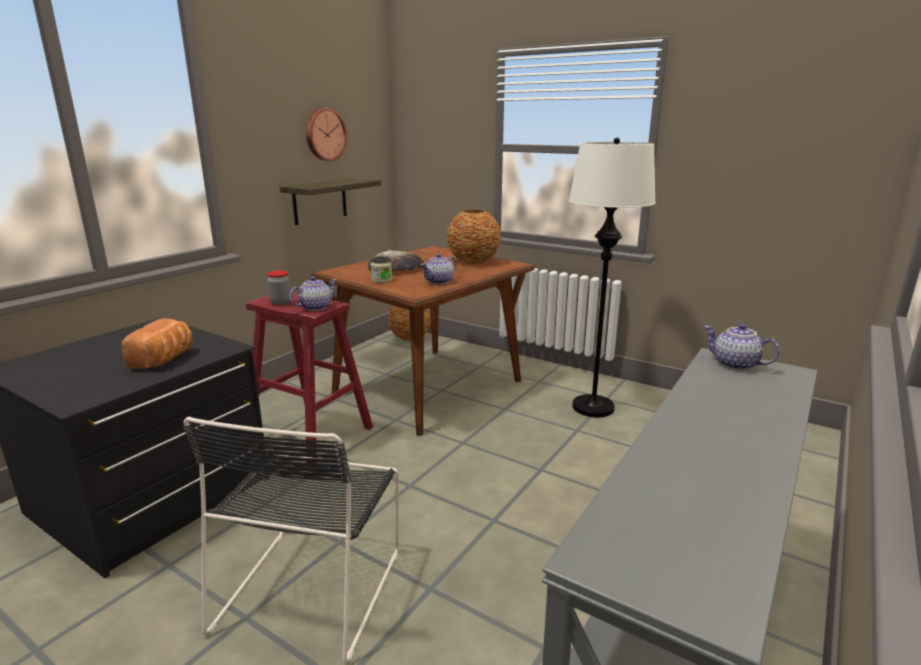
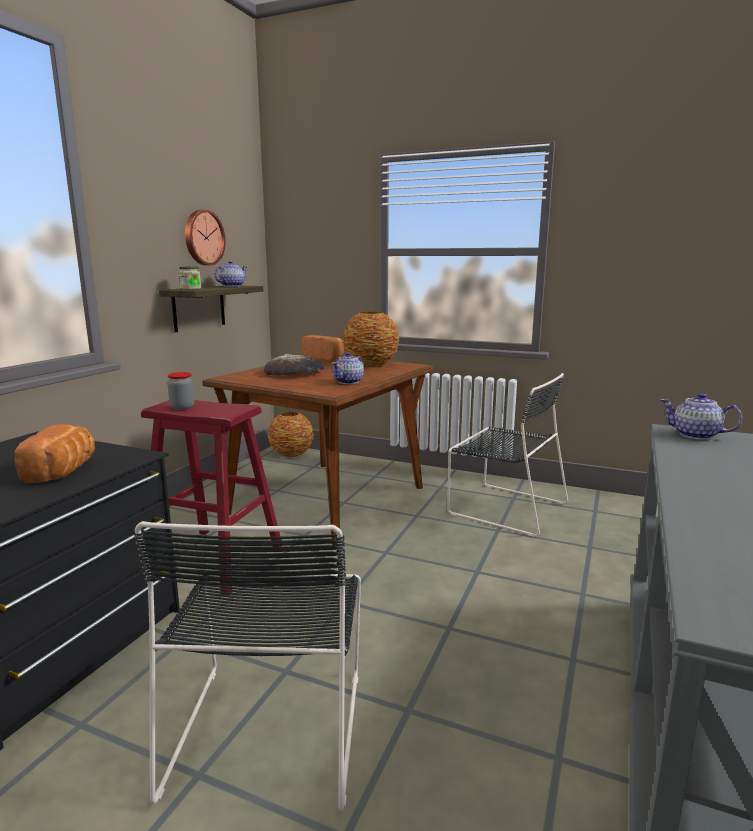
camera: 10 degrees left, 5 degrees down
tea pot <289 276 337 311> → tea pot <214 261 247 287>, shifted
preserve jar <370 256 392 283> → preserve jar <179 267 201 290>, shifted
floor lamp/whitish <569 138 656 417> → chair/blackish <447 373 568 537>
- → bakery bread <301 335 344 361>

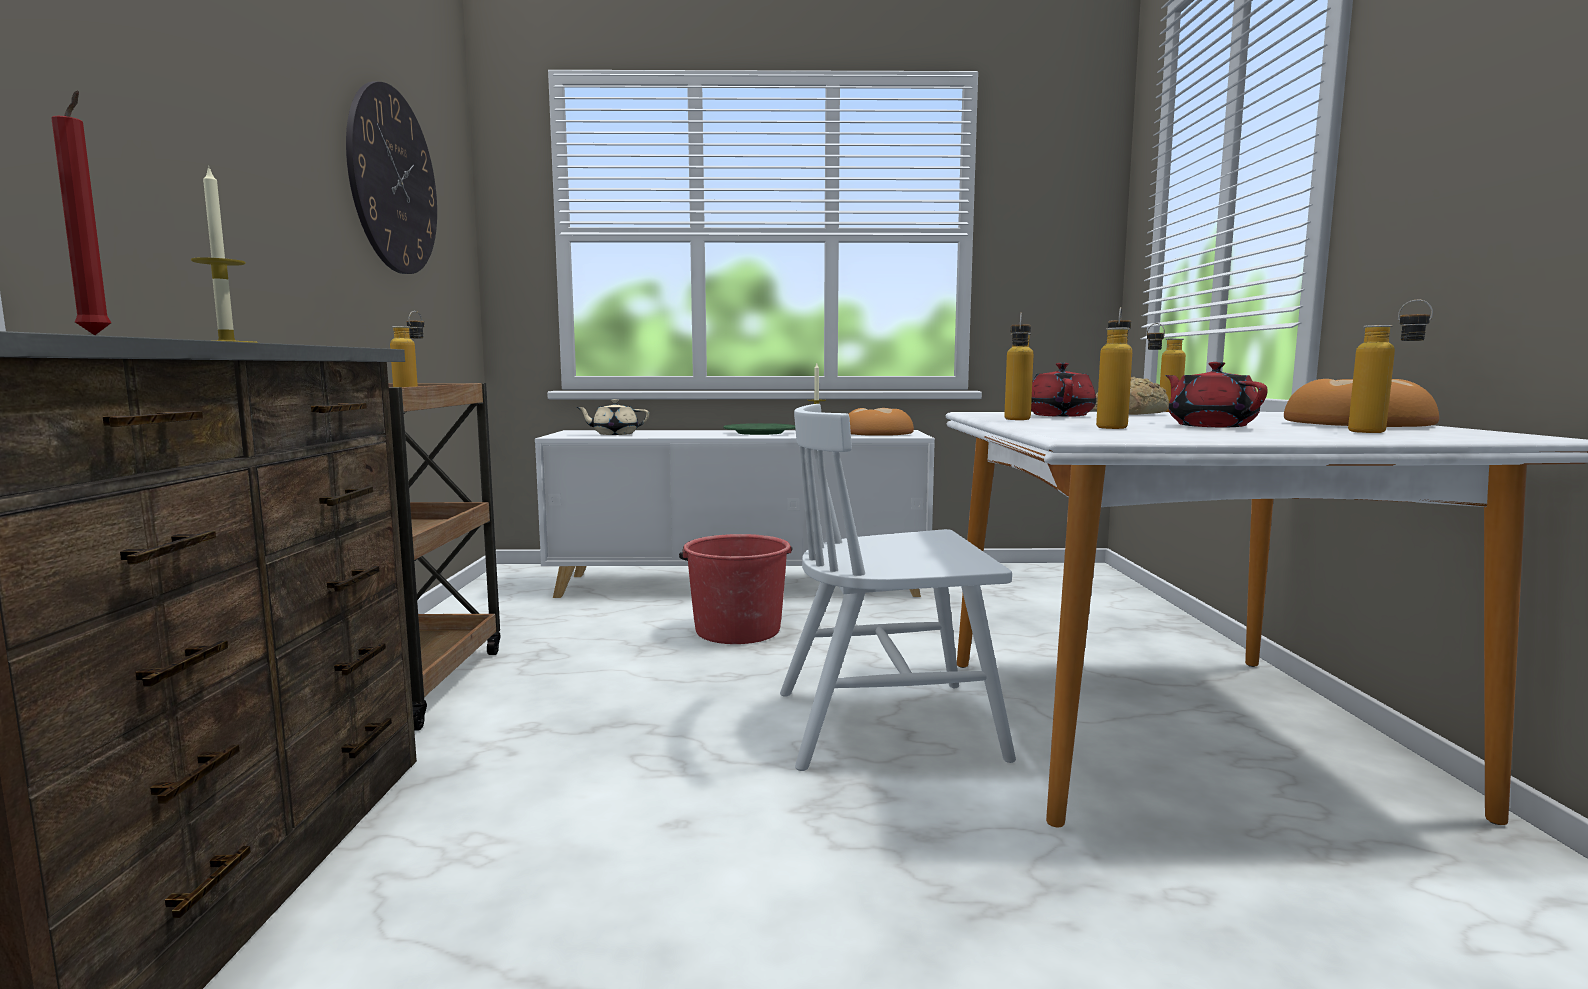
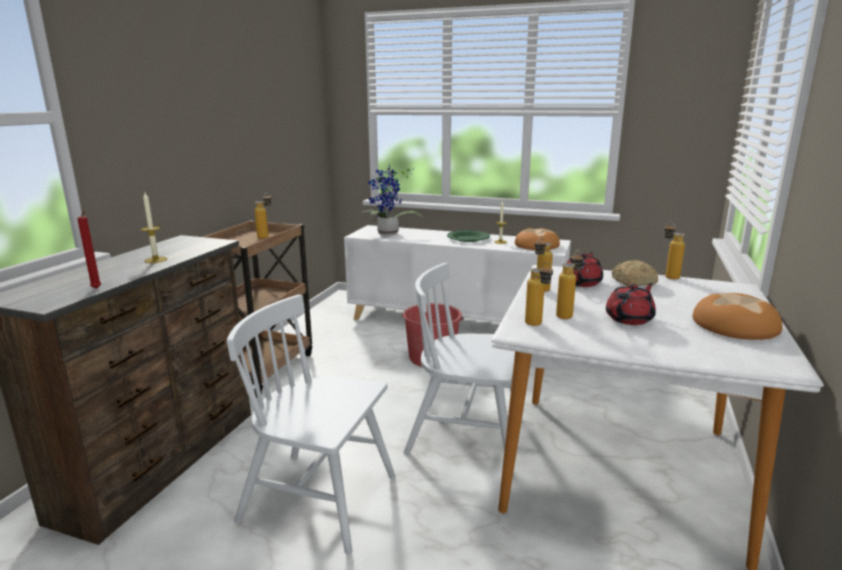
camera: 20 degrees right, 10 degrees up
clock on the wall <346 82 437 274> → -
tea pot/beige <576 399 649 435> → potted plant <363 165 423 235>
tea pot/reddish <1165 362 1268 427> → tea pot/reddish <606 283 656 325>, 45 degrees clockwise
bottle <1348 300 1433 433> → bottle <525 262 553 326>, shifted
- → chair/whitish <227 295 396 554>

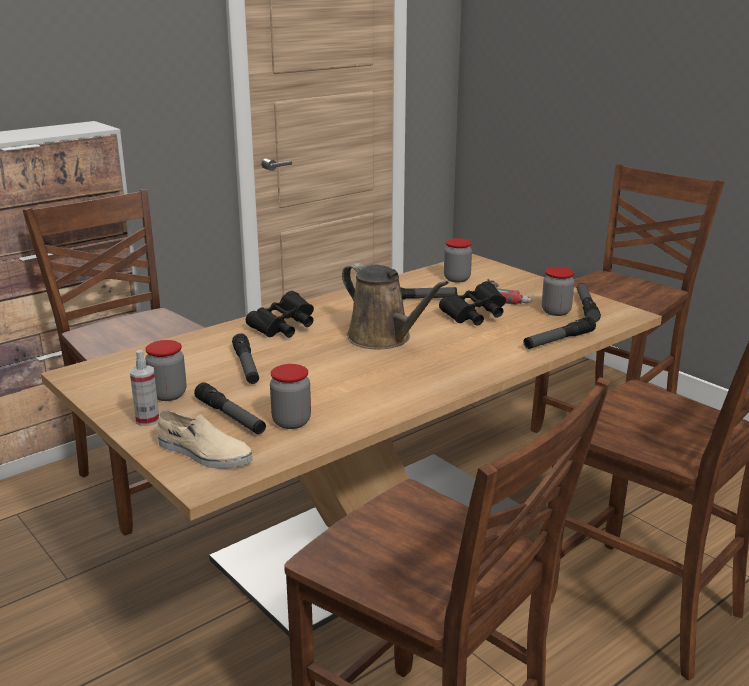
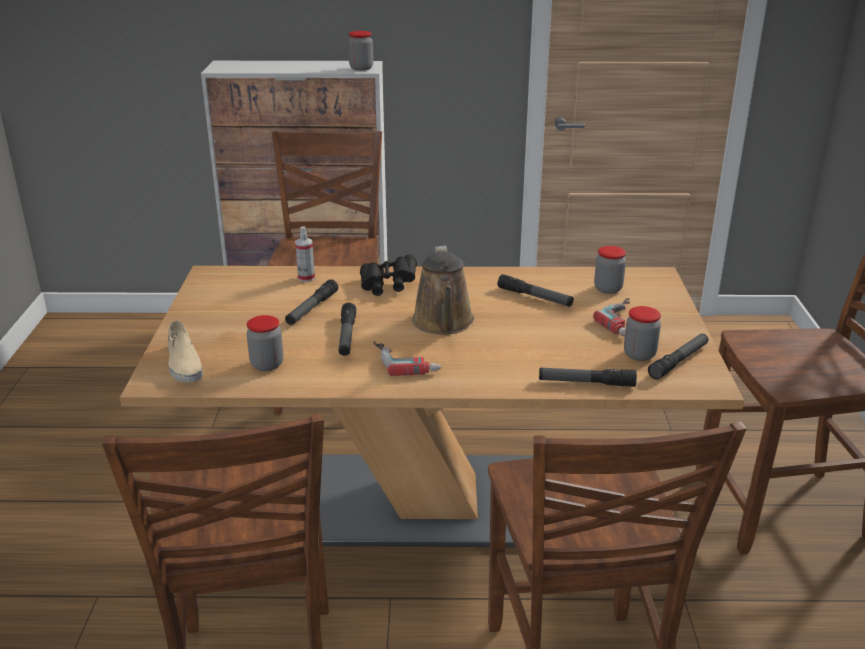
camera: 40 degrees right, 5 degrees up
hand sprayer <130 350 159 426> → hand sprayer <295 226 315 282>, shifted
preserve jar <145 340 186 401> → preserve jar <348 31 373 71>, shifted
flashlight <194 382 266 434> → flashlight <338 303 356 356>, shifted
binoculars/blackish <439 281 506 326> → -
- → drill <373 341 441 376>

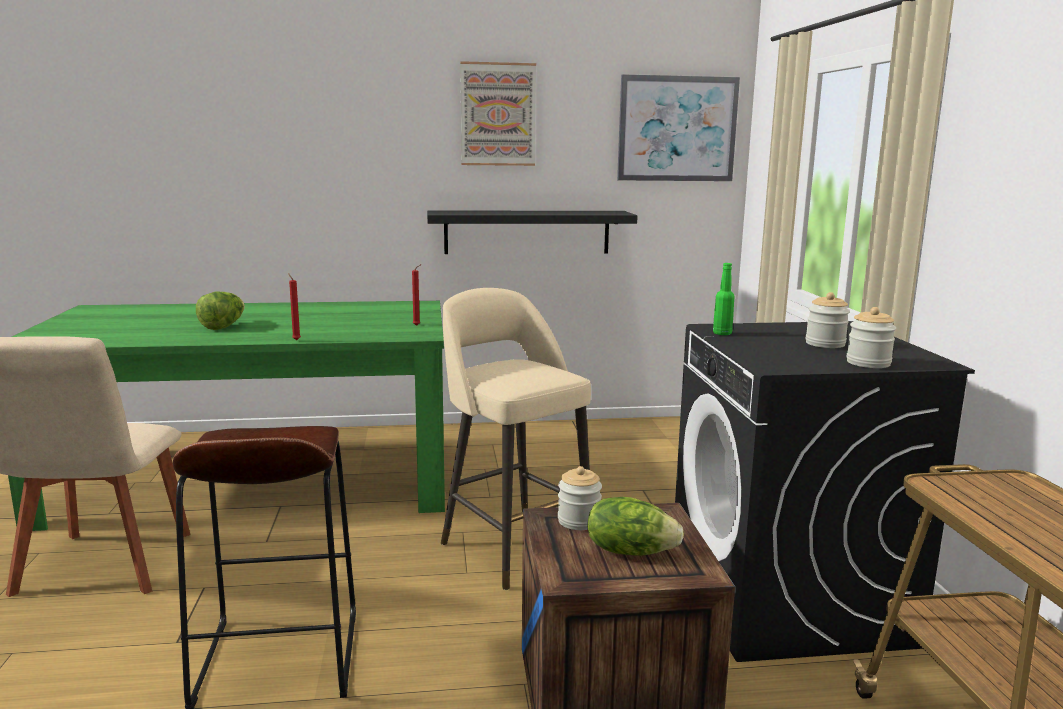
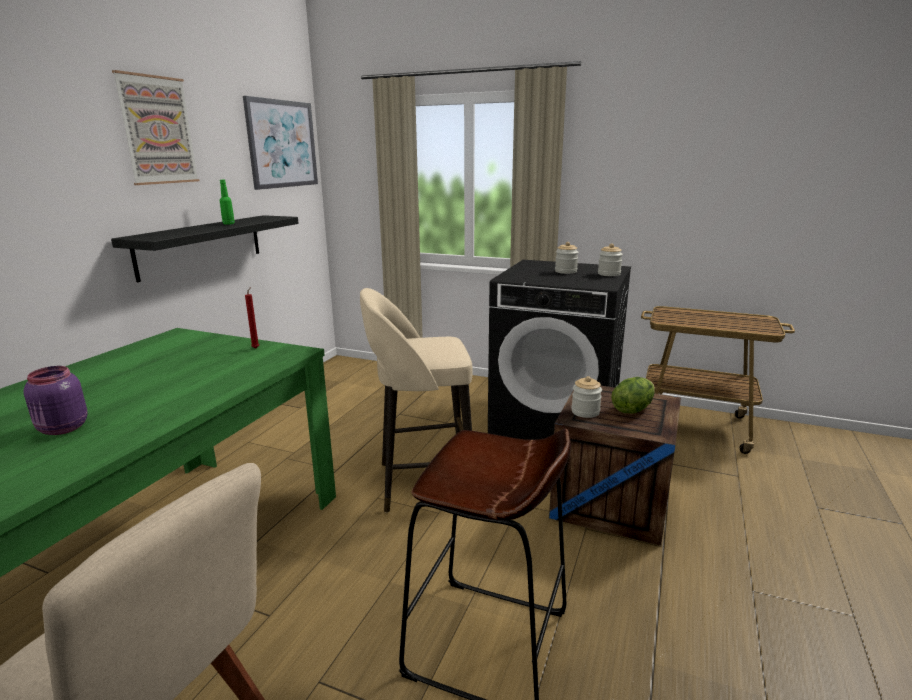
camera: 60 degrees left, 5 degrees up
lettuce <196 292 245 330> → preserve jar/purple <23 366 88 435>
candle/reddish <288 273 301 340> → -
bottle/green-coloured <713 263 735 335> → bottle/green-coloured <220 180 235 225>, shifted

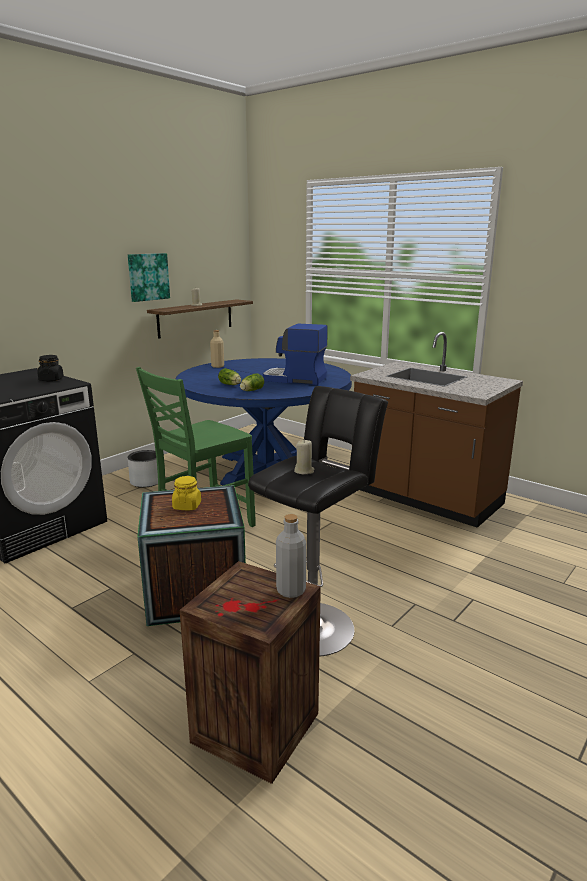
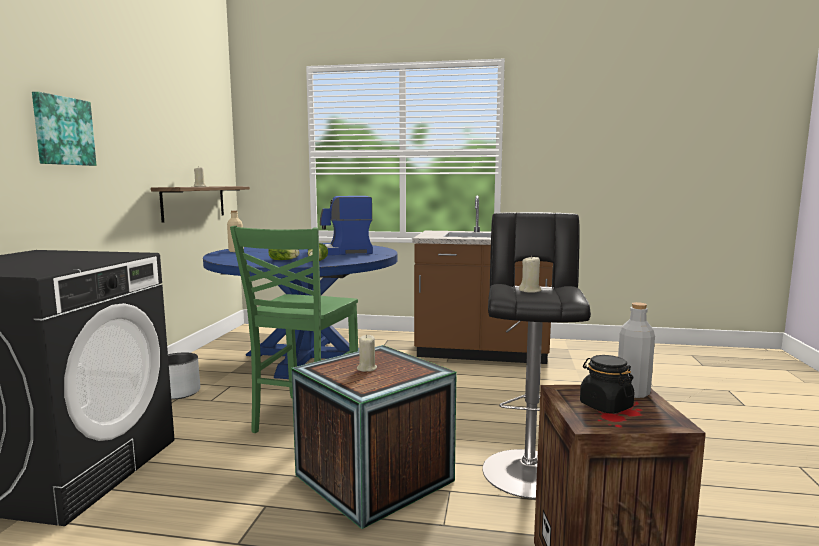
camera: 30 degrees left, 10 degrees down
preserve jar/blackish <37 355 64 381> → preserve jar/blackish <580 355 634 414>, shifted
wall art <128 253 170 302> → wall art <32 92 96 166>, shifted
preserve jar/yellow <172 476 201 510> → candle/beige <357 335 377 372>

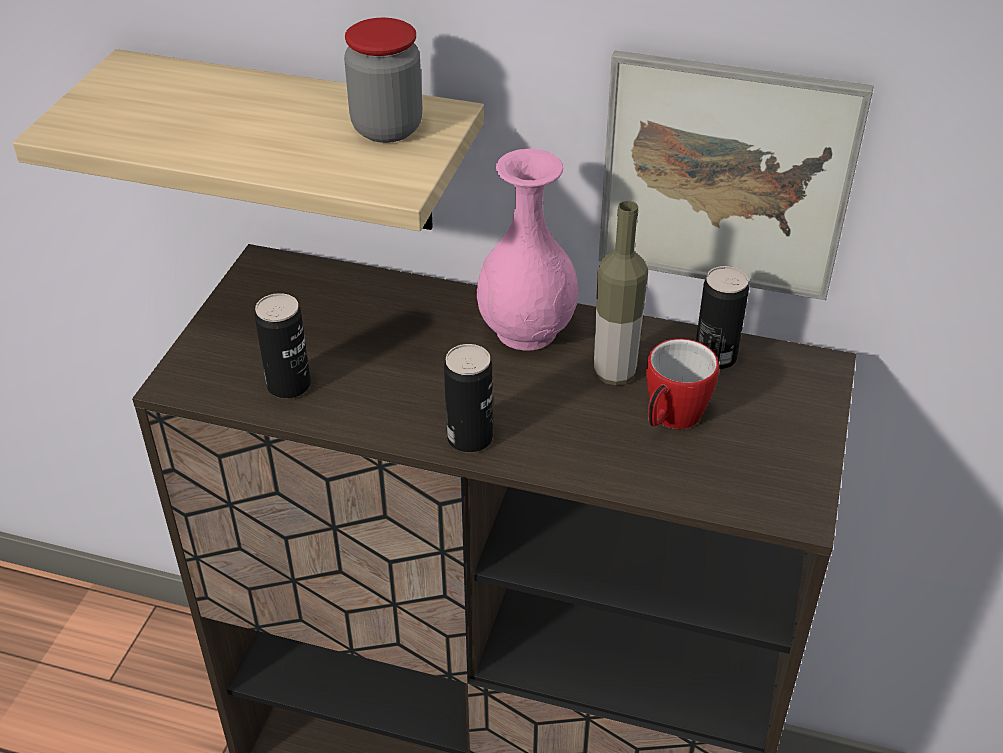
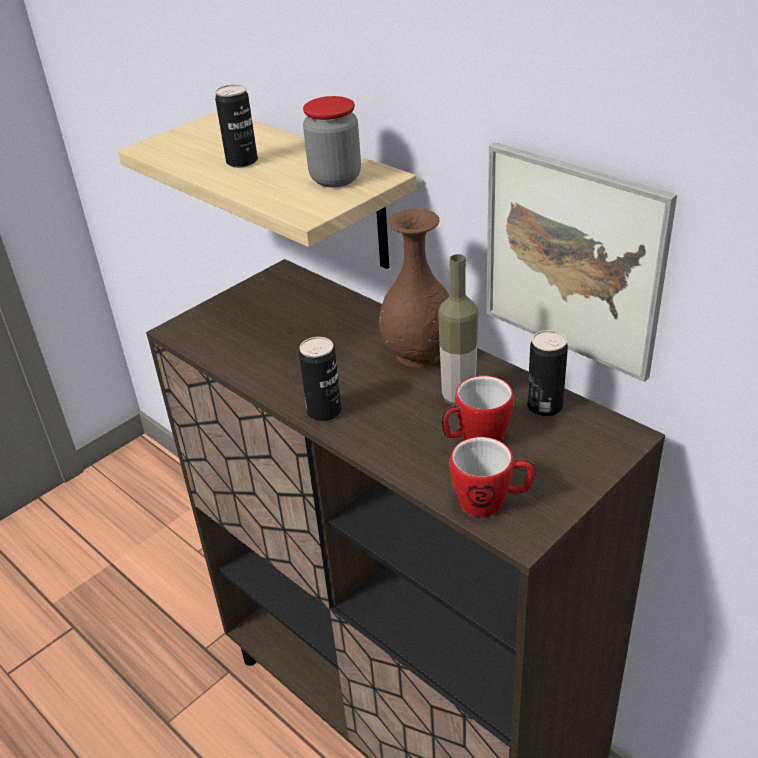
camera: 30 degrees right, 5 degrees down
can <255 293 311 399> → can <215 84 258 168>, shifted
decorative vase/pink <477 149 578 351> → decorative vase/brown-coloured <379 208 449 368>
- → mug <450 437 535 517>

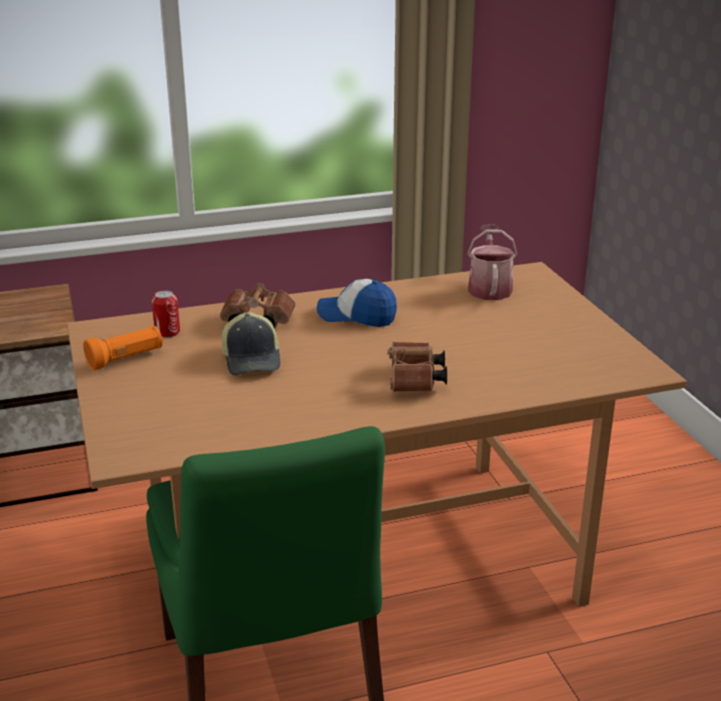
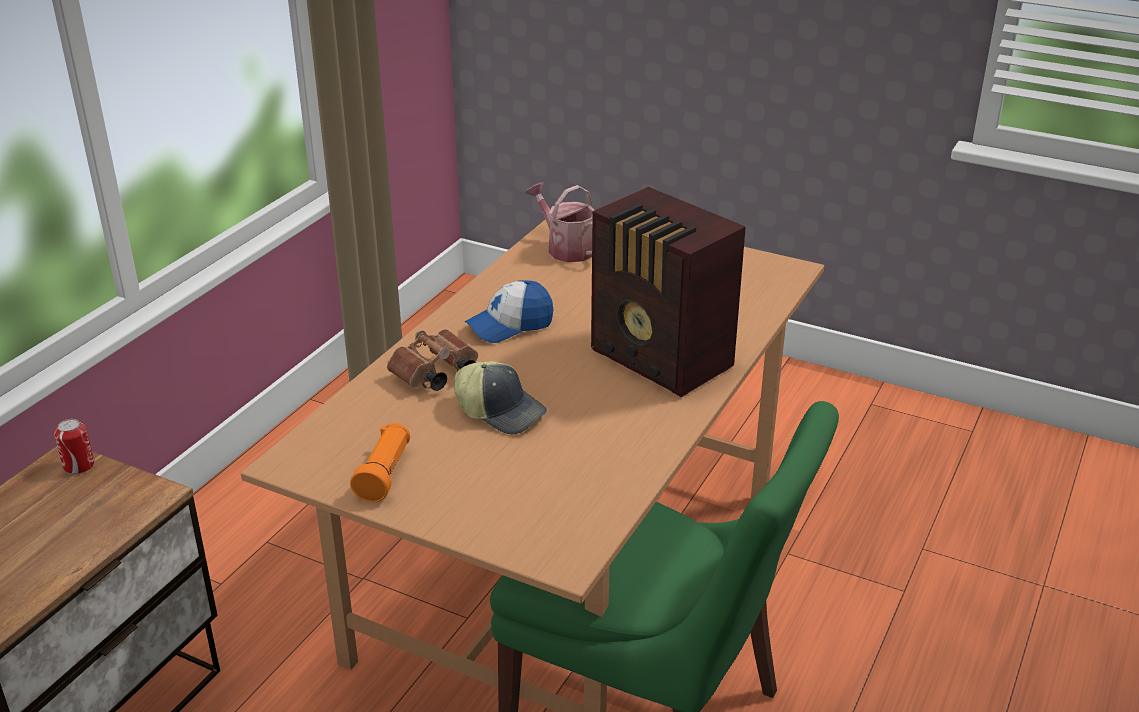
camera: 45 degrees left, 5 degrees up
can <152 290 180 338> → can <54 419 94 474>, shifted
binoculars/brown-coloured <387 342 447 392> → radio receiver <591 187 746 397>

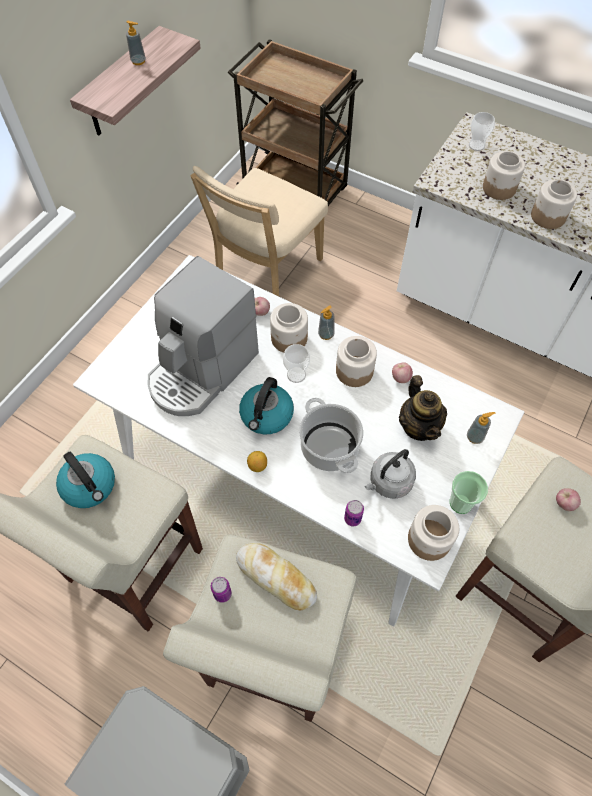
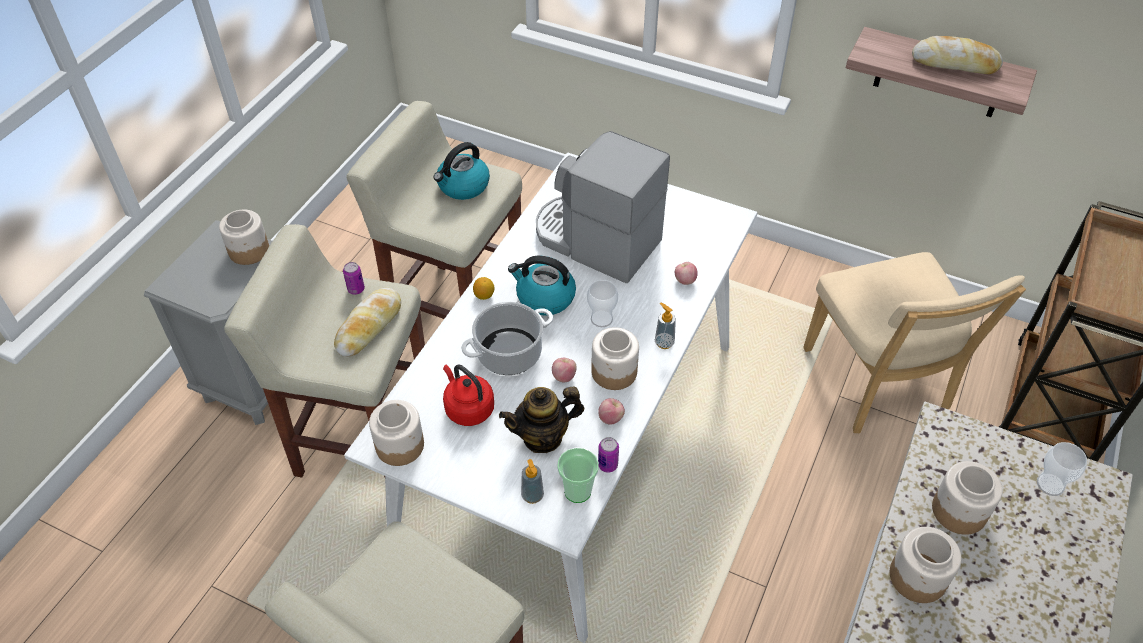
camera: 85 degrees right, 10 degrees down
soap dispenser <126 21 146 65> → bakery bread <912 36 1003 74>
chair/beige <190 166 328 296> → chair/beige <803 252 1026 433>, 135 degrees counterclockwise
preserve jar <270 303 308 352> → preserve jar <219 210 269 265>, shifted
can <344 500 364 527> → can <598 437 619 473>, shifted
tea kettle/gray <365 449 416 499> → tea kettle/reddish <443 364 494 426>
small cup <450 471 488 514> → small cup <557 448 599 503>, shifted
whole apple <556 488 581 511> → whole apple <552 358 577 382>, shifted

